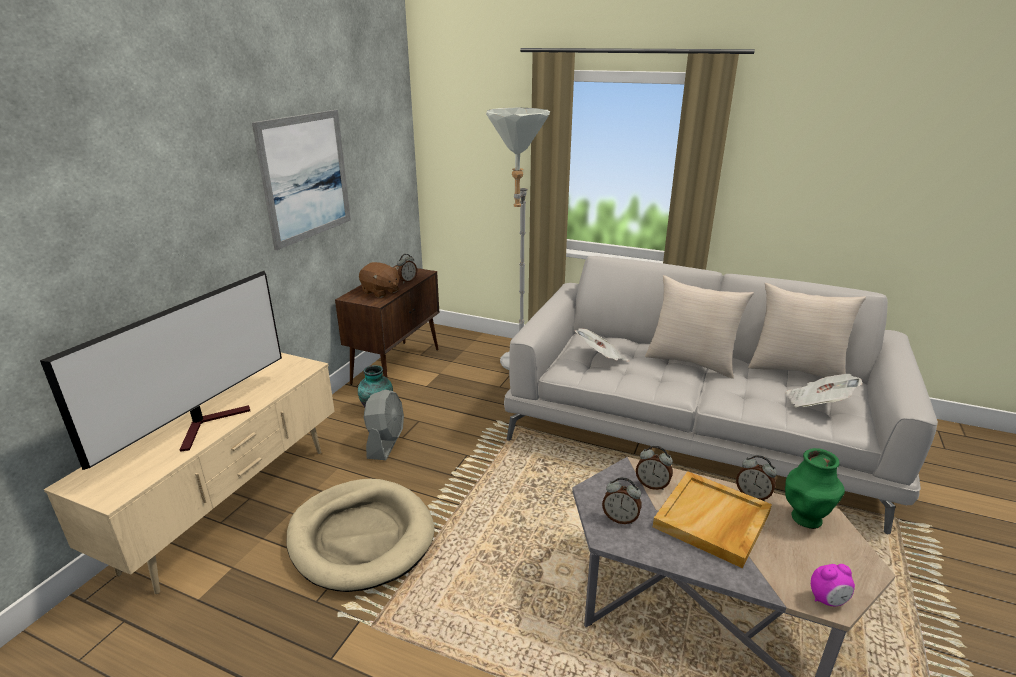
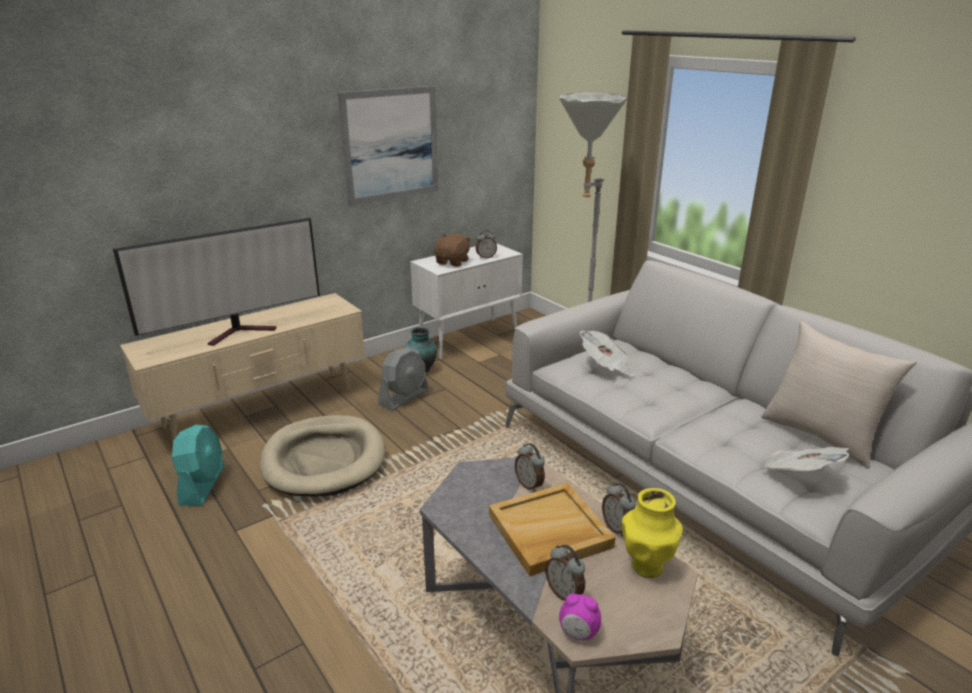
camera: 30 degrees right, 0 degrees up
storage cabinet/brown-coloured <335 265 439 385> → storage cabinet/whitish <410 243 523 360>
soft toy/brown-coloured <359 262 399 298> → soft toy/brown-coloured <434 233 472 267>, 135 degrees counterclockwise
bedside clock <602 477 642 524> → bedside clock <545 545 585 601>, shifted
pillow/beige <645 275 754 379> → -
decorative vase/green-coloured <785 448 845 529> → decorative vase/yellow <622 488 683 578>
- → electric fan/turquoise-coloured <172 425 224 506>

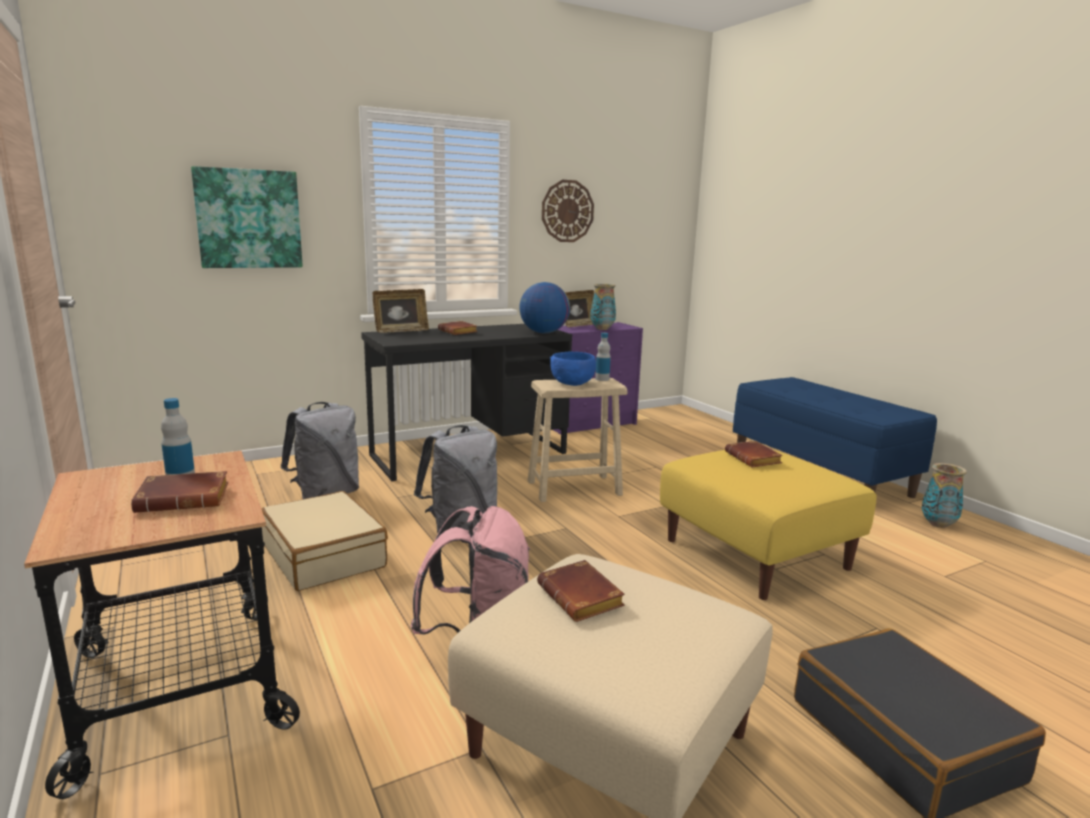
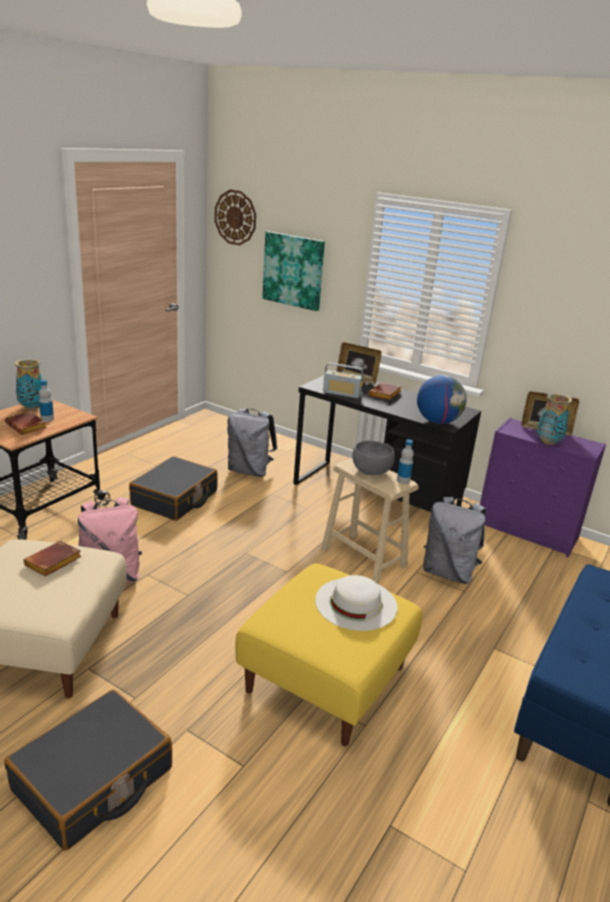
camera: 60 degrees right, 10 degrees up
suitcase/beige <261 491 388 591> → suitcase/blackish <129 456 218 521>
rucksack/gray <414 425 497 533> → rucksack/gray <423 497 486 584>, shifted
clock on the wall <542 180 594 242> → clock on the wall <214 189 256 245>, shifted
bowl/blue <550 352 596 386> → bowl/gray <352 440 395 475>
bound book/brown-coloured <725 440 783 467> → clothing hat/whitish <315 575 398 631>
decorative vase <922 463 967 528> → decorative vase <15 359 42 410>, shifted
- → radio receiver <323 363 363 398>

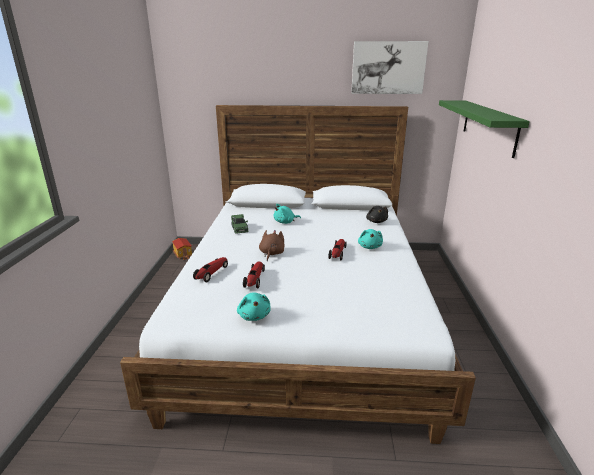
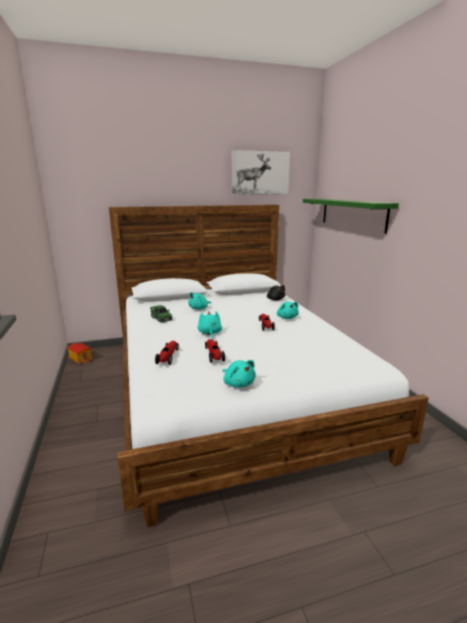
camera: 20 degrees left, 5 degrees down
soft toy/brown-coloured <259 230 285 261> → soft toy/turquoise-coloured <198 311 222 339>

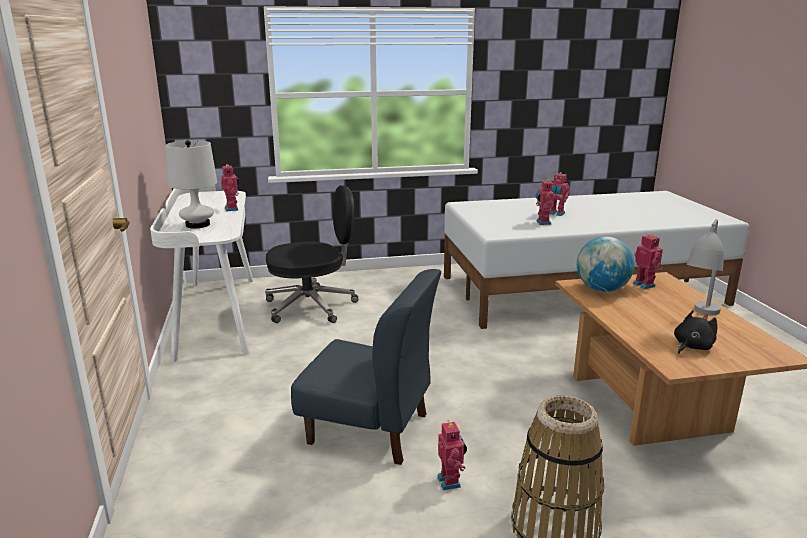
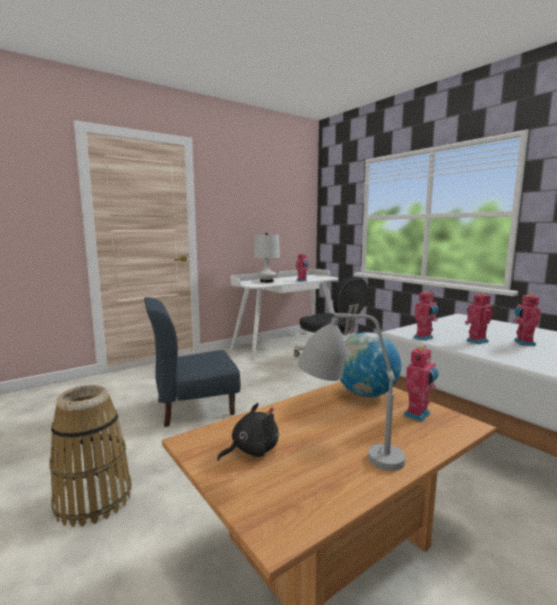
camera: 65 degrees right, 10 degrees down
chair/blue <291 269 441 465> → chair/blue <144 297 241 427>, 75 degrees clockwise
robot figure <437 420 467 490> → robot figure <414 290 438 341>, shifted
soft toy/blackish <674 310 717 354> → soft toy/blackish <217 403 279 461>, 60 degrees counterclockwise

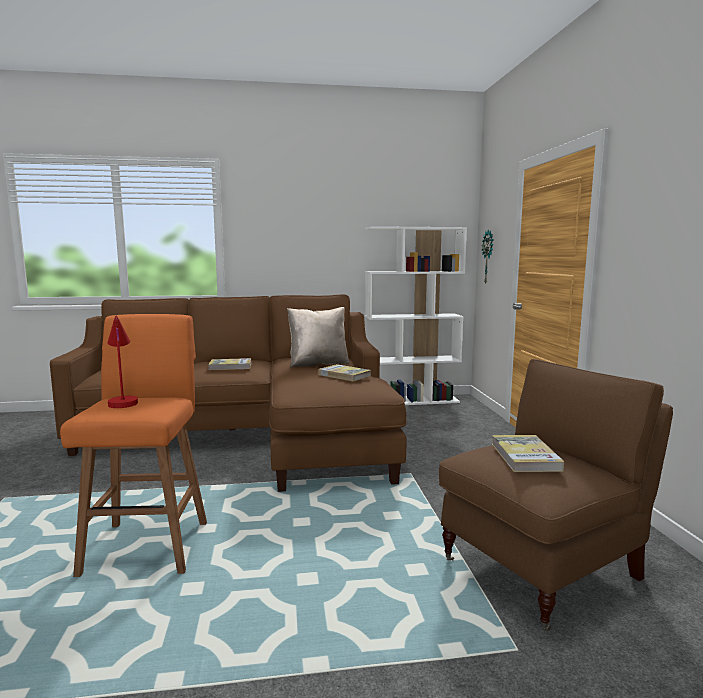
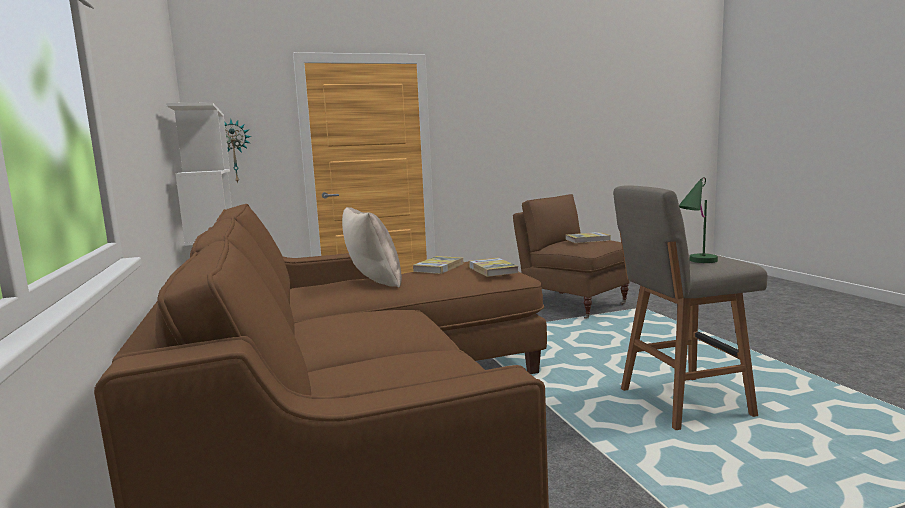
camera: 100 degrees left, 0 degrees up
stool seat/orange <60 314 207 577> → stool seat/gray <614 185 768 430>
lamp for a table/reddish <108 315 138 408> → lamp for a table/green-coloured <679 177 718 263>
bound book <208 358 251 370> → bound book <469 258 518 277>, shifted

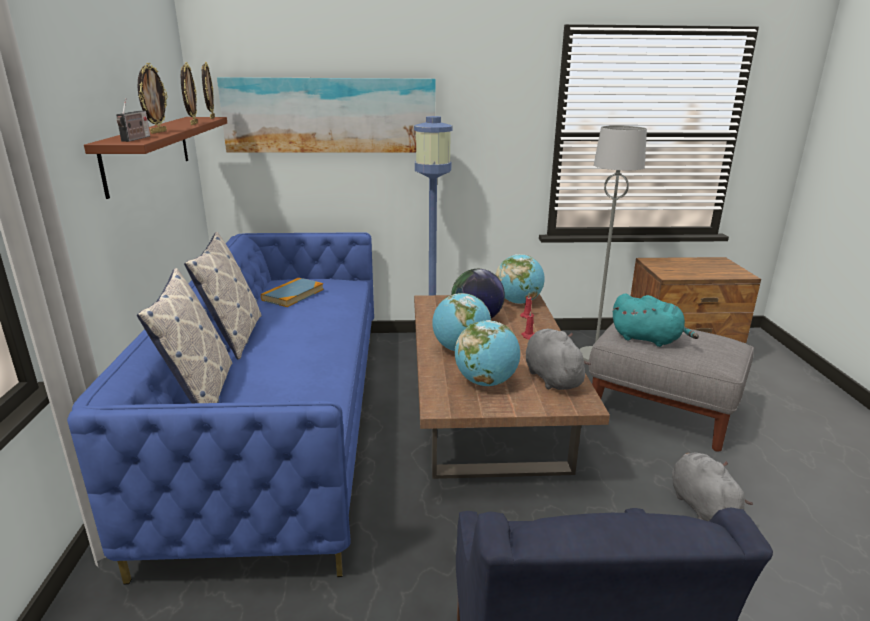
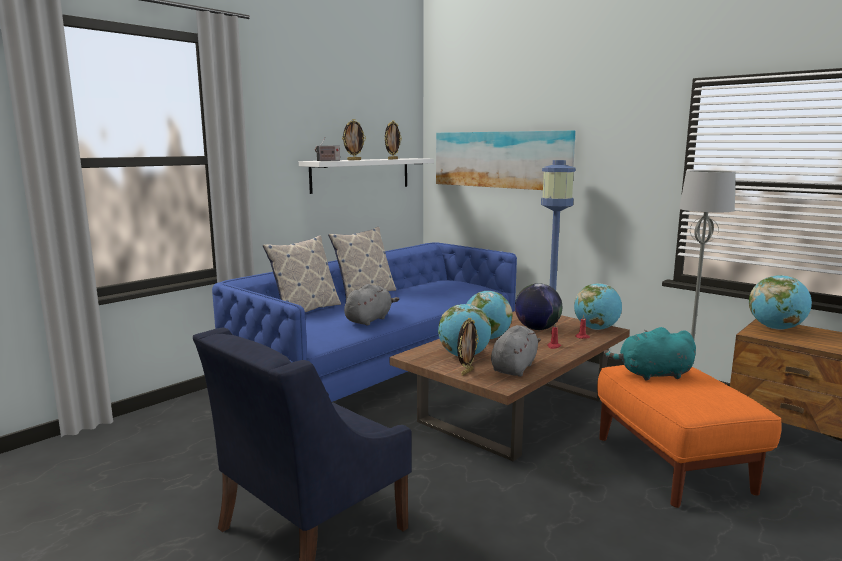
camera: 45 degrees right, 10 degrees down
shelf/brown-coloured <84 117 227 199> → shelf/whitish <299 158 434 194>
picture frame <202 62 215 119> → picture frame <457 318 479 376>, shifted
bound book <261 277 324 307> → -
ottoman/gray <589 322 754 451> → ottoman/orange <597 365 782 508>
soft toy/turquoise-coloured <613 294 699 347> → soft toy/turquoise-coloured <604 327 696 381>, 105 degrees clockwise
soft toy/gray <672 452 753 521> → soft toy/gray <344 284 399 326>, shifted
- → globe <749 275 812 330>

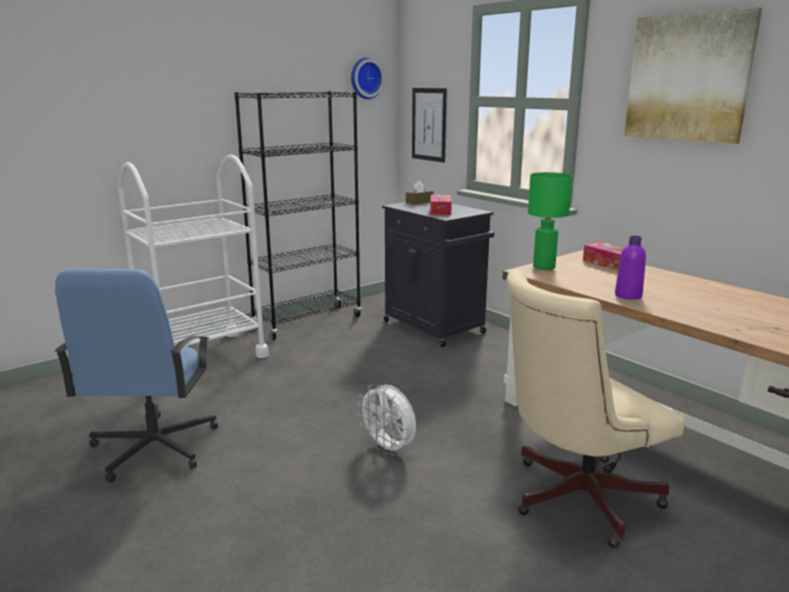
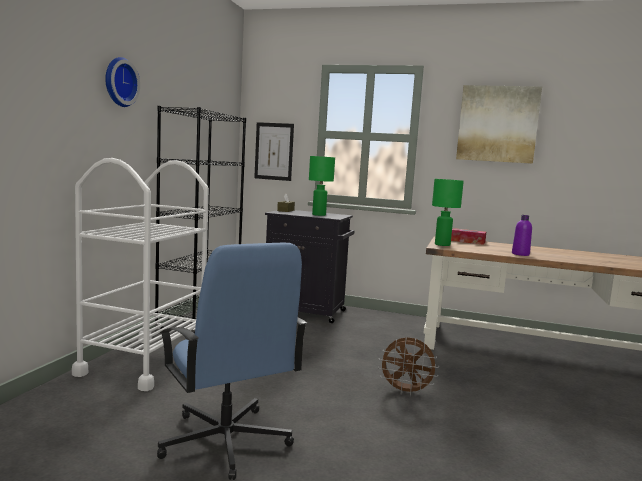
camera: 35 degrees left, 10 degrees down
clock on the wall <351 57 384 99> → clock on the wall <105 57 140 107>, shifted
electric fan/whitish <357 385 416 456> → electric fan/brown-coloured <378 337 439 396>
tissue holder <430 195 452 215> → lamp for a table/green-coloured <309 156 335 216>
desk chair/beige <506 270 684 548> → -

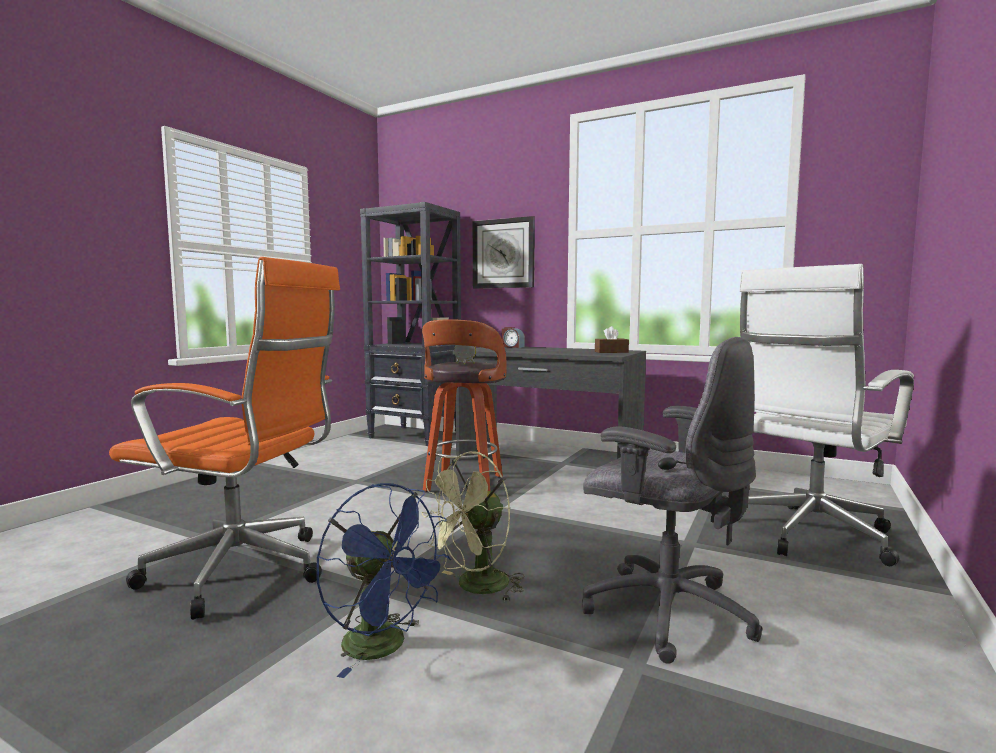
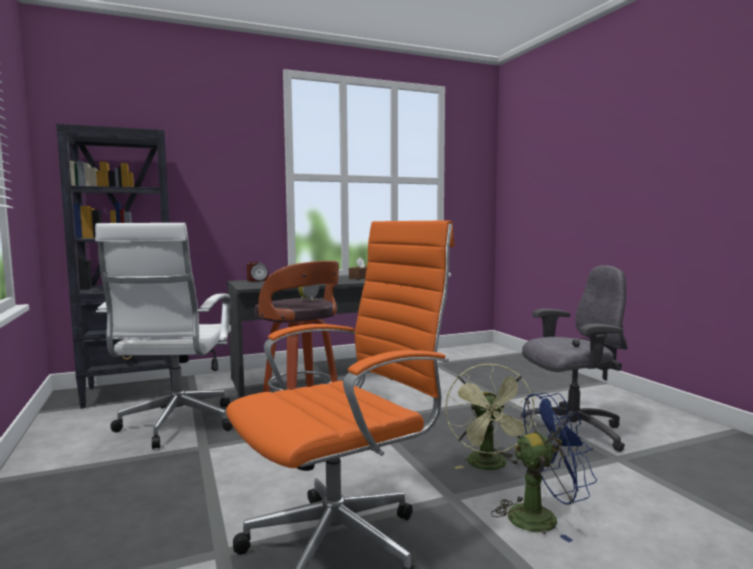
camera: 50 degrees left, 0 degrees up
clock on the wall <473 216 535 288> → -
desk chair/whitish <737 264 914 566> → desk chair/whitish <95 223 233 449>, shifted

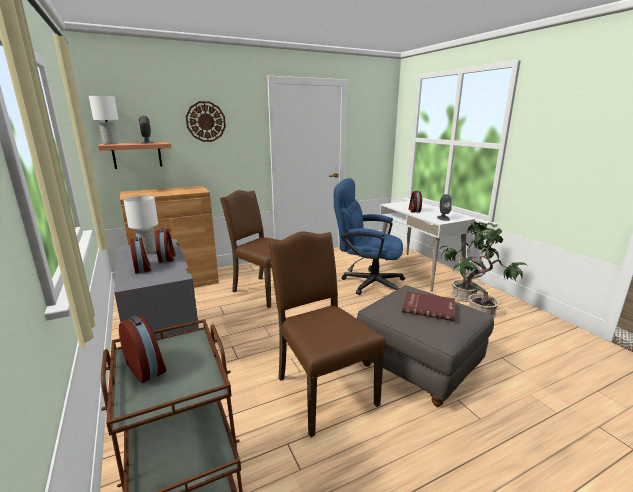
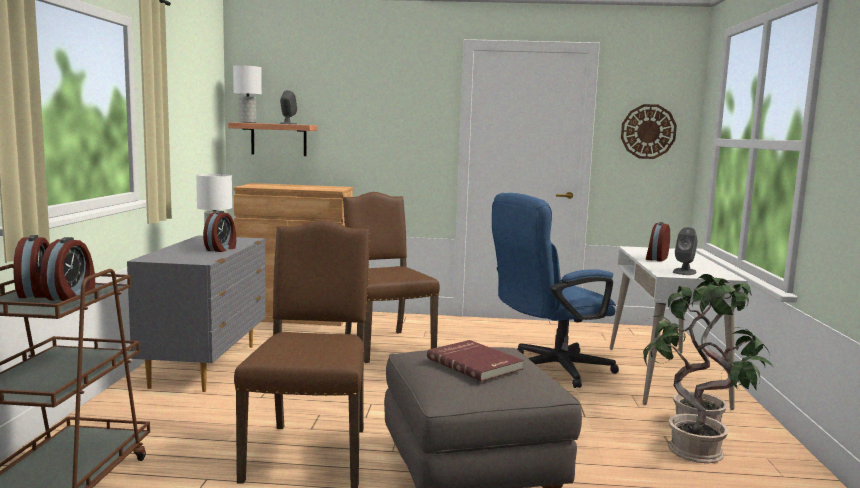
camera: 30 degrees right, 10 degrees down
bedside clock <130 237 151 273> → bedside clock <40 237 95 301>, shifted
clock on the wall <186 101 226 142> → clock on the wall <621 104 677 159>, shifted
desk chair/blue <334 178 405 295> → desk chair/blue <492 193 619 388>, 75 degrees counterclockwise

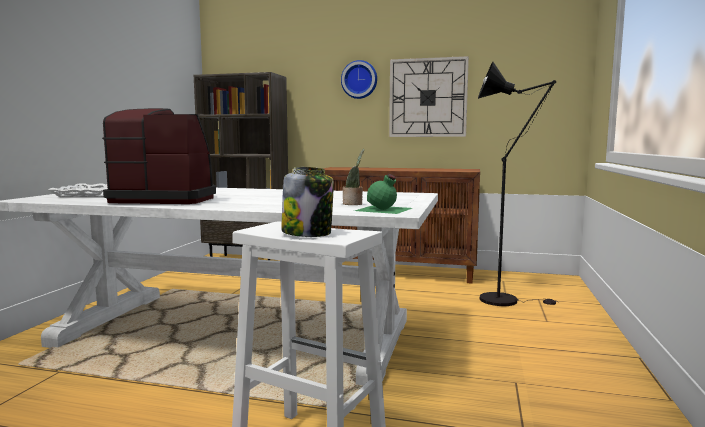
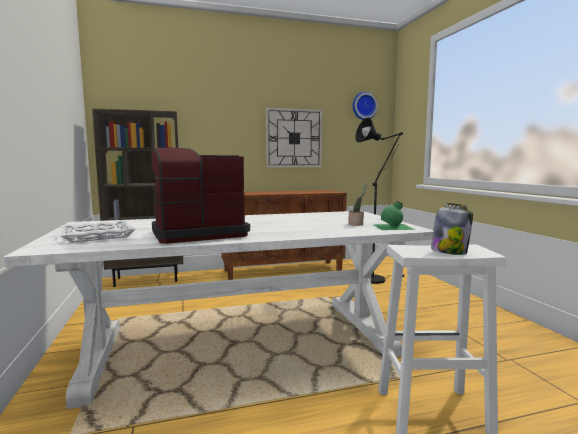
camera: 30 degrees left, 0 degrees up
clock on the wall <341 60 377 99> → clock on the wall <353 92 378 120>, shifted

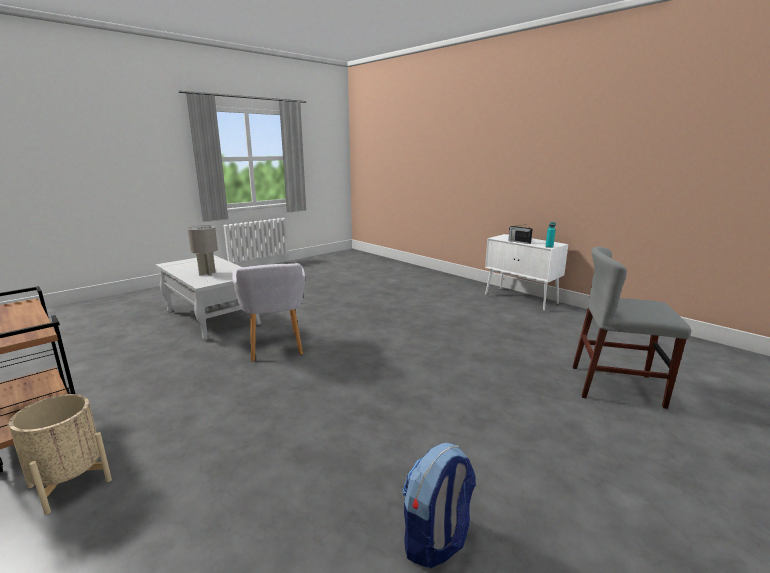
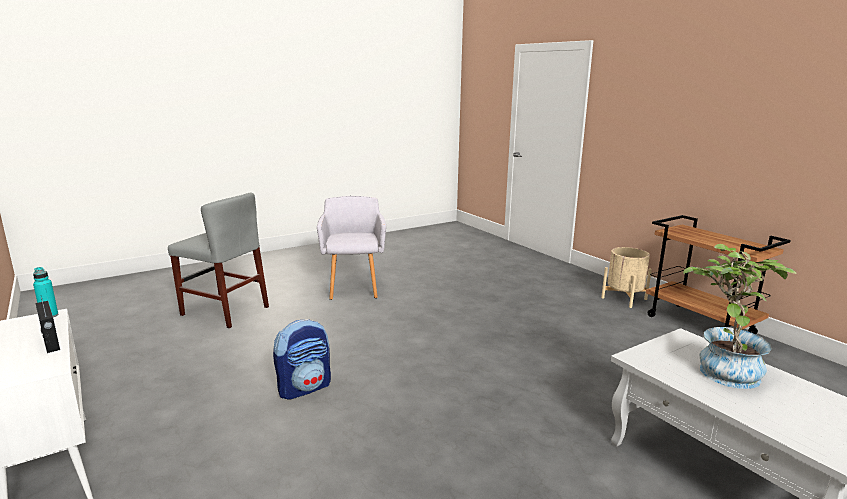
camera: 170 degrees left, 0 degrees up
lamp for a table/gray <187 225 218 276> → potted plant <683 244 797 389>
armchair/gray <232 263 305 361> → armchair/gray <317 196 386 300>, shifted
rucksack <402 443 476 568> → rucksack <273 319 331 400>, shifted

